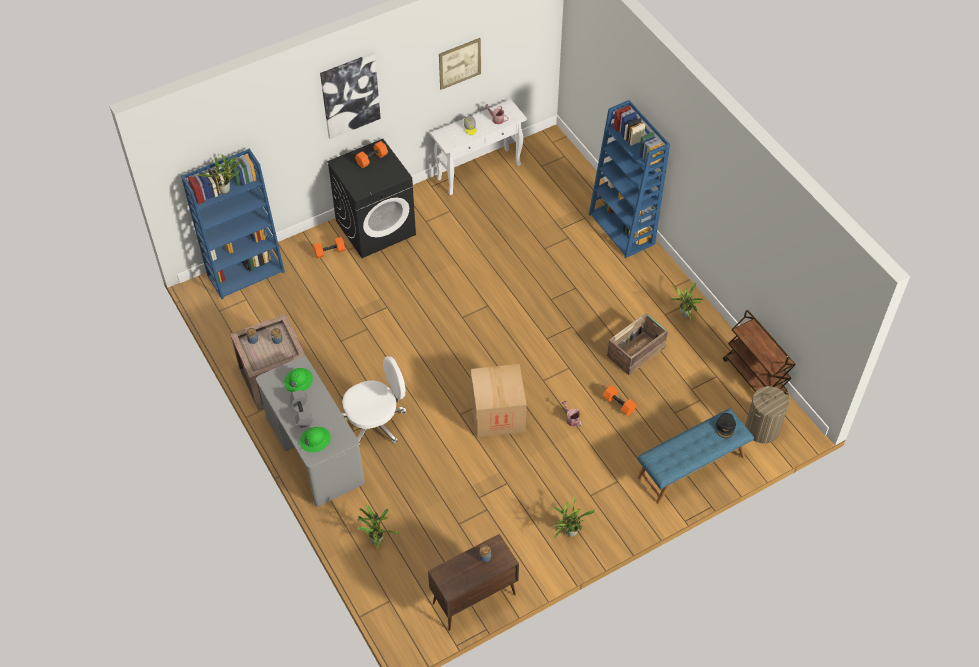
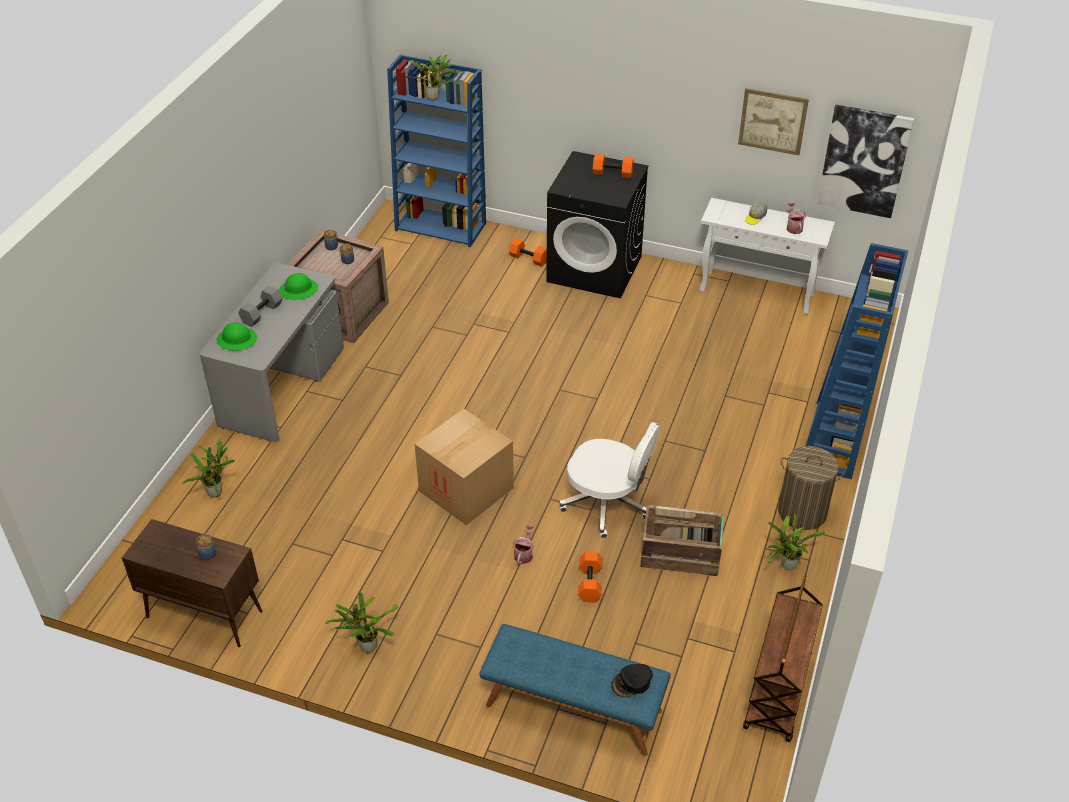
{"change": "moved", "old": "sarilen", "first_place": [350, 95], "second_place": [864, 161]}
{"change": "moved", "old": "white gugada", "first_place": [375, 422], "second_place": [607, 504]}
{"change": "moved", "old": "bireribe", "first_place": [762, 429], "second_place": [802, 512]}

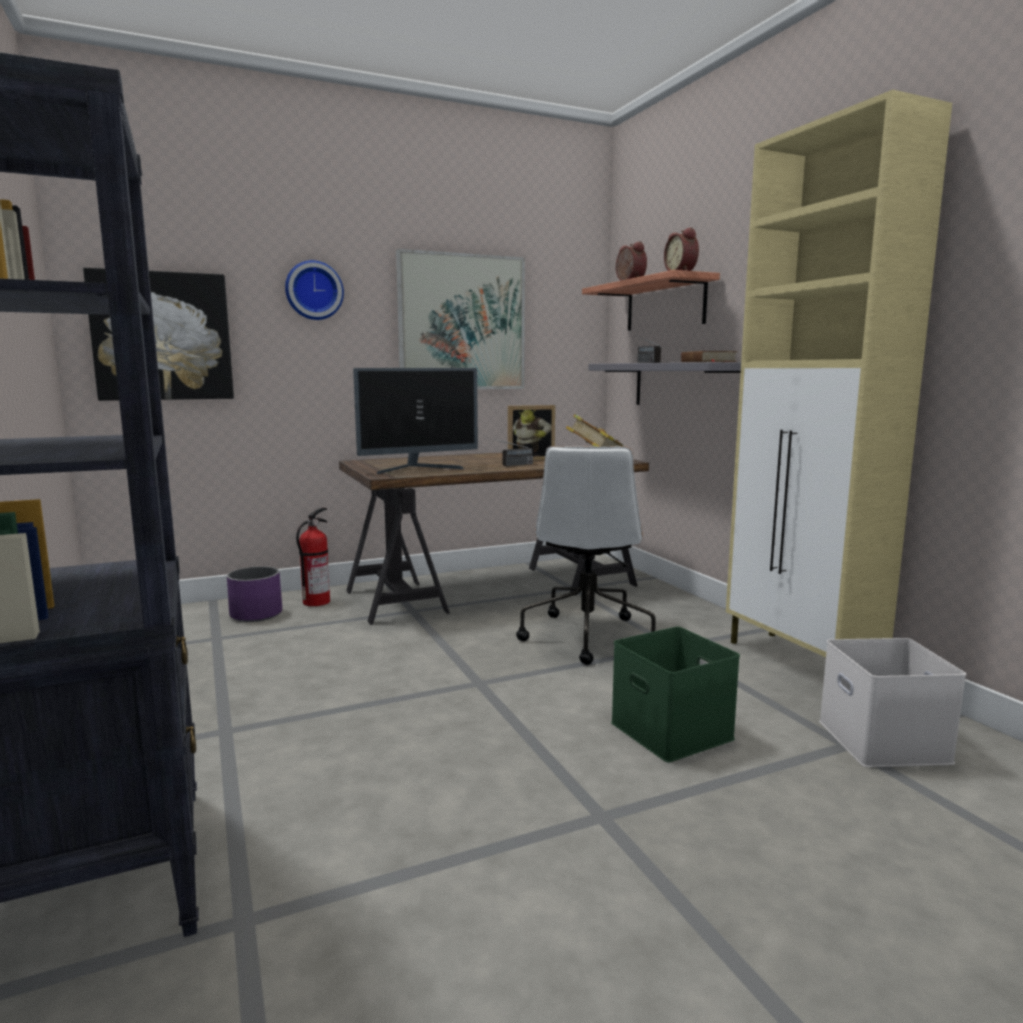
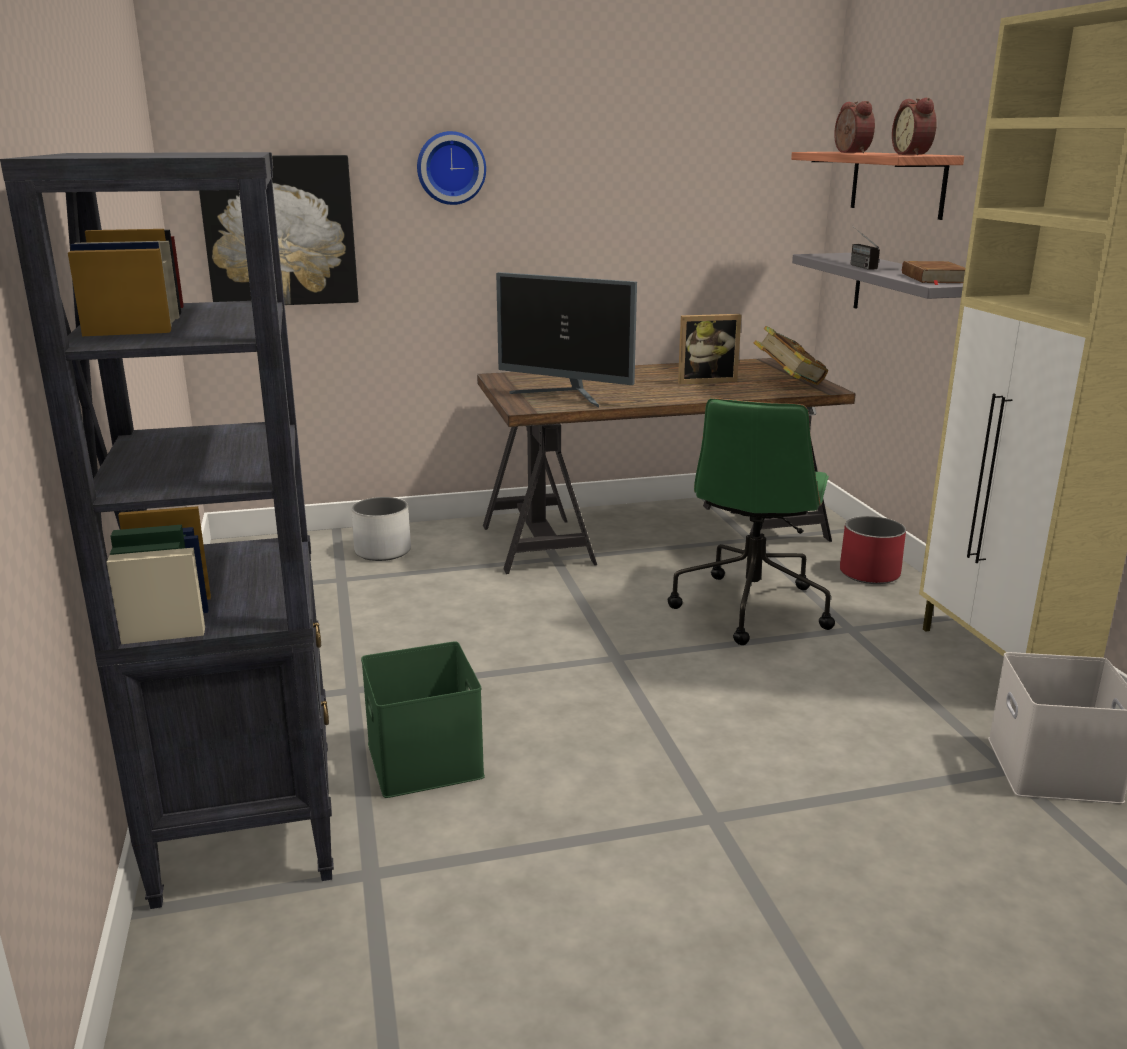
{"change": "removed", "old": "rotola", "first_place": [316, 601]}
{"change": "removed", "old": "sarilen", "first_place": [462, 322]}
{"change": "removed", "old": "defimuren", "first_place": [510, 465]}
{"change": "added", "new": "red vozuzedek", "second_place": [869, 573]}
{"change": "moved", "old": "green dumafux", "first_place": [668, 730], "second_place": [422, 758]}
{"change": "recoloured", "old": "purple vozuzedek", "new": "white vozuzedek", "first_place": [256, 614], "second_place": [383, 551]}
{"change": "recoloured", "old": "white gugada", "new": "green gugada", "first_place": [586, 636], "second_place": [751, 607]}
{"change": "turned", "old": "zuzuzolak", "first_place": [418, 469], "second_place": [566, 396], "degrees": 45}

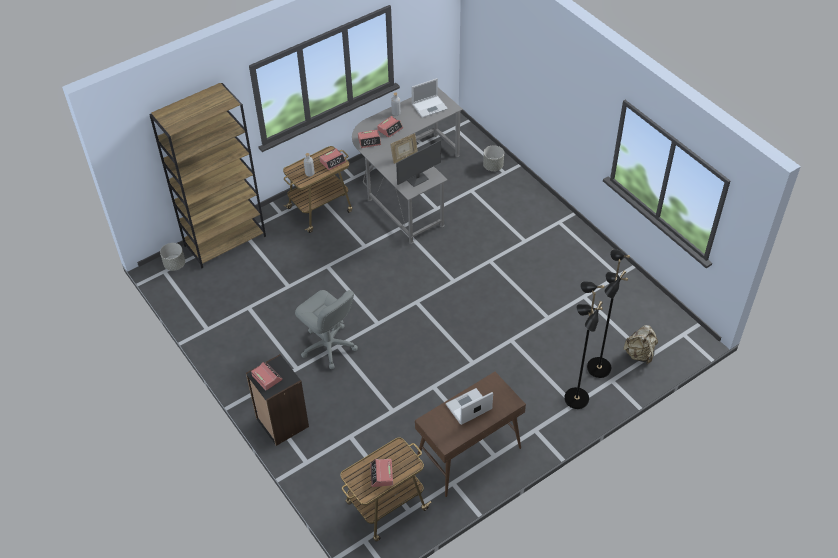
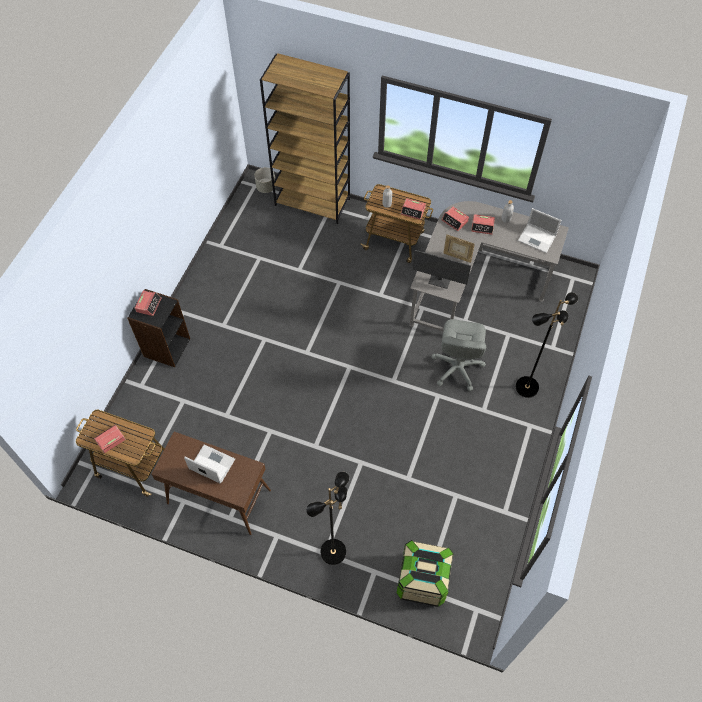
{"change": "removed", "old": "grey vozuzedek", "first_place": [493, 166]}
{"change": "moved", "old": "grey gugada", "first_place": [328, 346], "second_place": [457, 368]}
{"change": "moved", "old": "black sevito", "first_place": [598, 367], "second_place": [526, 386]}
{"change": "replaced", "old": "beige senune", "new": "dumafux", "first_place": [639, 354], "second_place": [422, 580]}

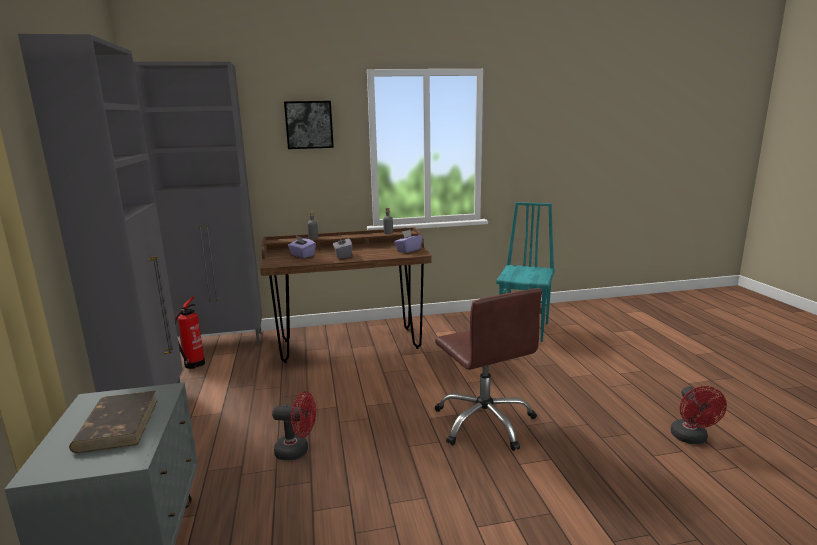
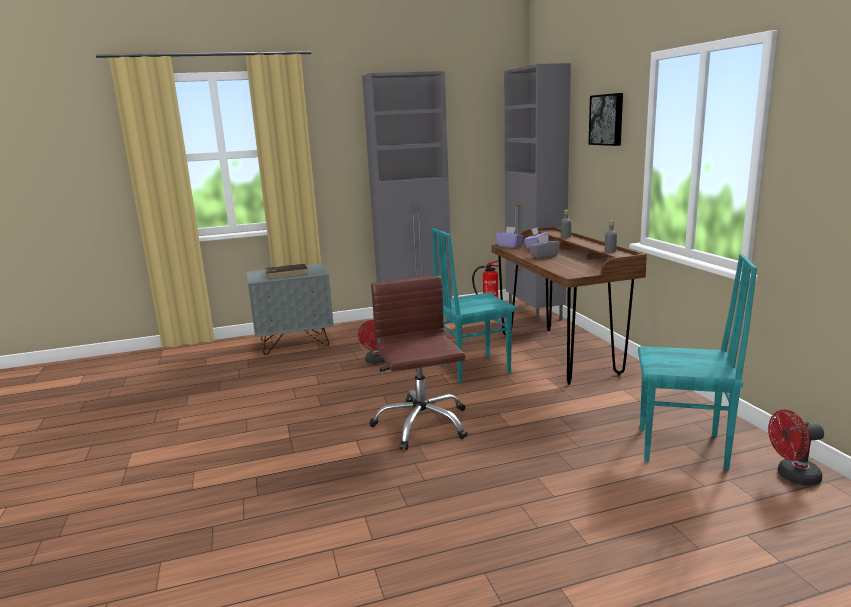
{"change": "added", "new": "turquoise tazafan", "second_place": [473, 368]}
{"change": "moved", "old": "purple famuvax", "first_place": [408, 250], "second_place": [509, 246]}
{"change": "moved", "old": "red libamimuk", "first_place": [691, 439], "second_place": [792, 476]}
{"change": "turned", "old": "brown gugada", "first_place": [485, 422], "second_place": [421, 424], "degrees": 105}

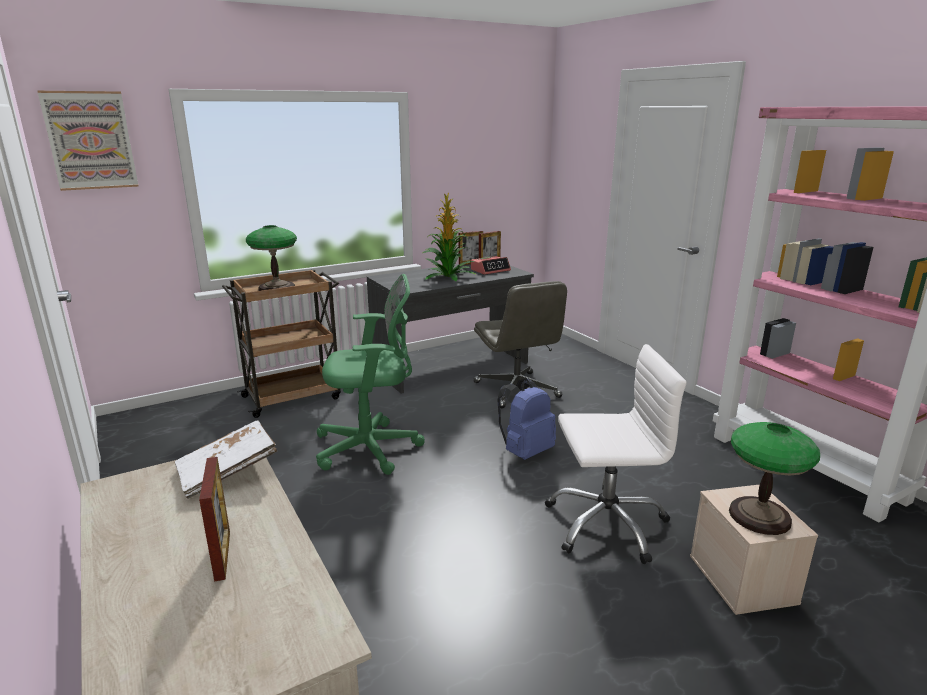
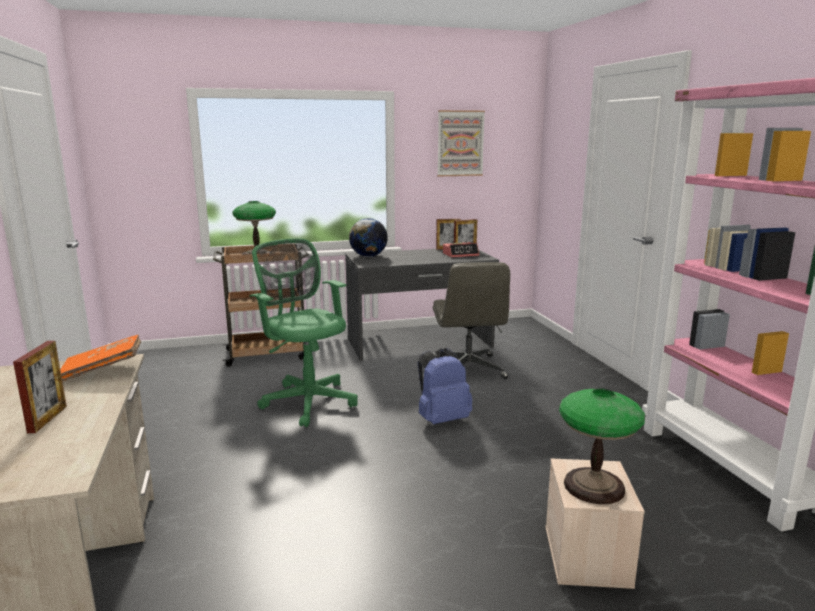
{"change": "removed", "old": "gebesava", "first_place": [448, 277]}
{"change": "removed", "old": "white gugada", "first_place": [606, 523]}
{"change": "added", "new": "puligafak", "second_place": [368, 256]}
{"change": "moved", "old": "sarilen", "first_place": [90, 140], "second_place": [460, 143]}
{"change": "recoloured", "old": "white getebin", "new": "orange getebin", "first_place": [228, 472], "second_place": [102, 370]}
{"change": "turned", "old": "green gugada", "first_place": [372, 448], "second_place": [307, 400], "degrees": -135}

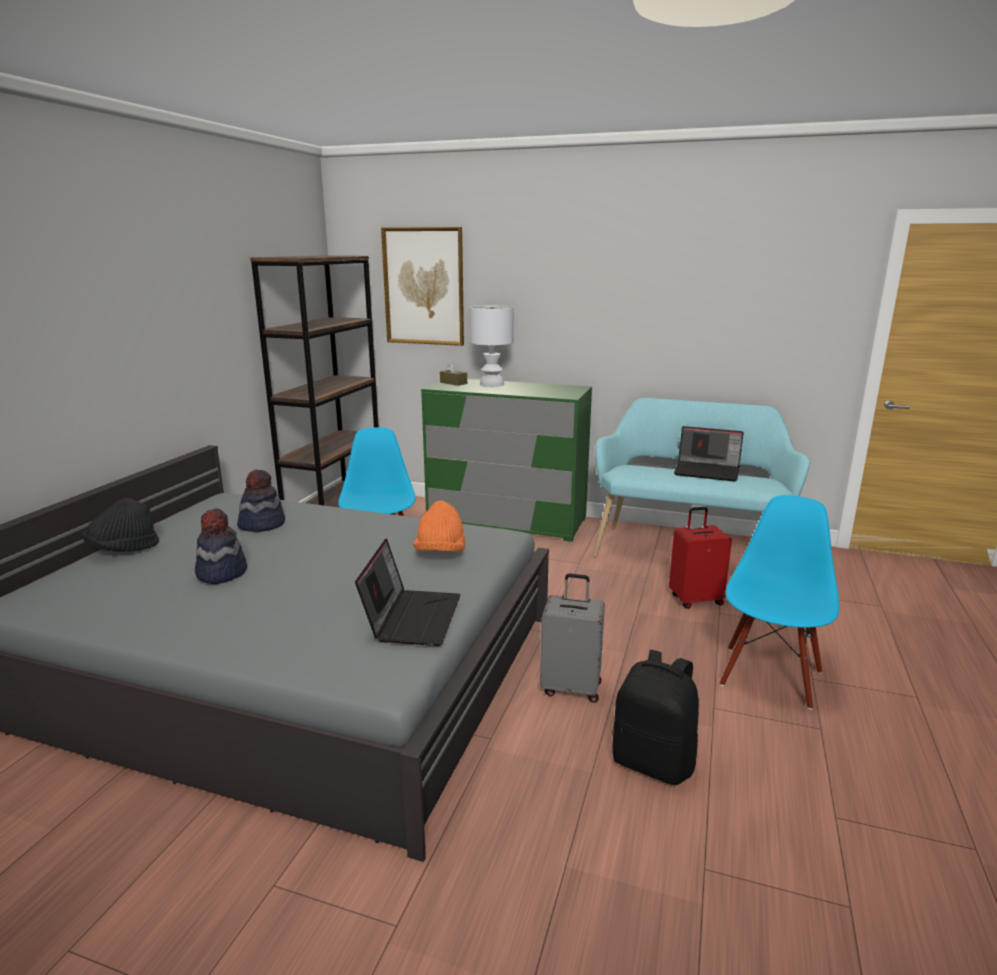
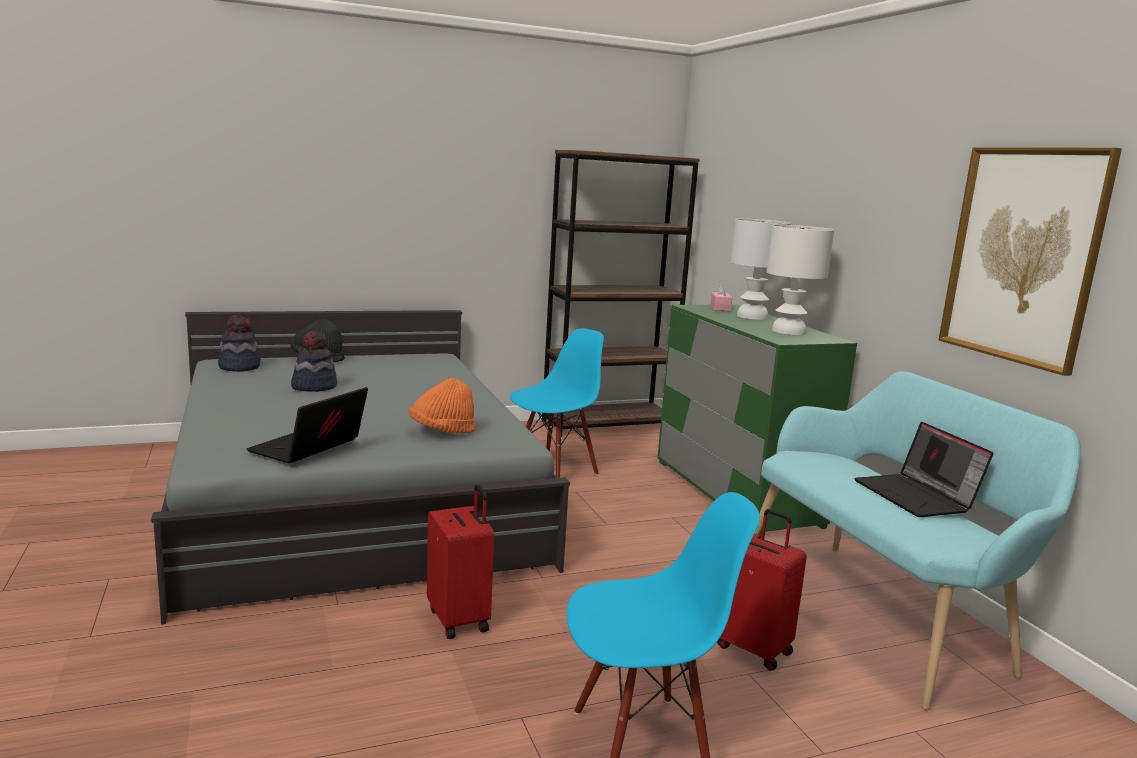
{"change": "removed", "old": "black senune", "first_place": [653, 762]}
{"change": "added", "new": "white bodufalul", "second_place": [789, 331]}
{"change": "moved", "old": "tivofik", "first_place": [262, 524], "second_place": [239, 367]}
{"change": "moved", "old": "sarilen", "first_place": [424, 286], "second_place": [1023, 255]}
{"change": "recoloured", "old": "brown famuvax", "new": "pink famuvax", "first_place": [453, 383], "second_place": [720, 308]}
{"change": "recoloured", "old": "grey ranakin", "new": "red ranakin", "first_place": [571, 687], "second_place": [460, 619]}
{"change": "turned", "old": "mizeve", "first_place": [412, 617], "second_place": [308, 448], "degrees": 150}

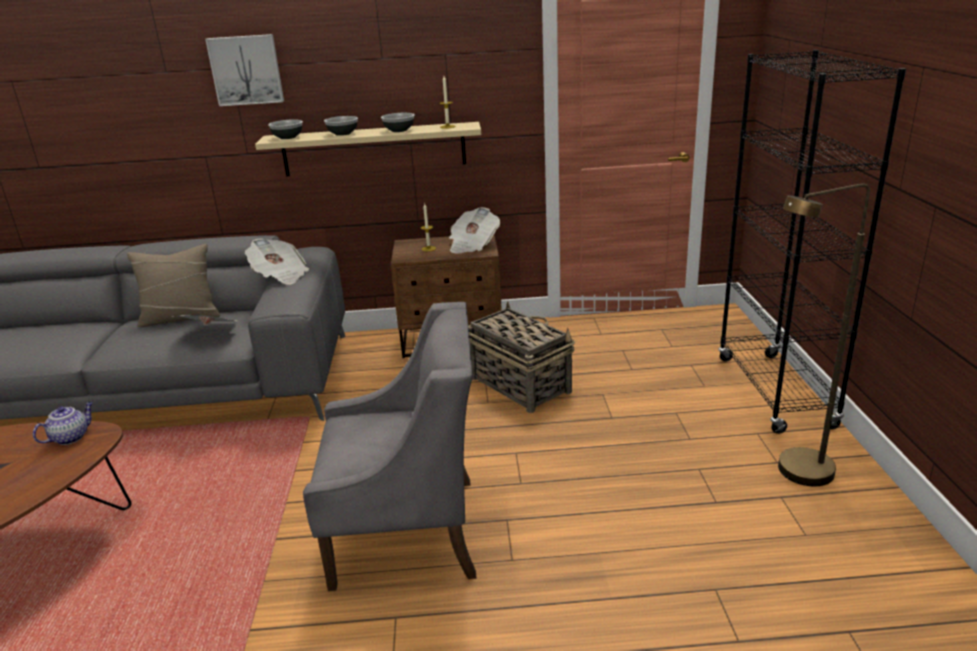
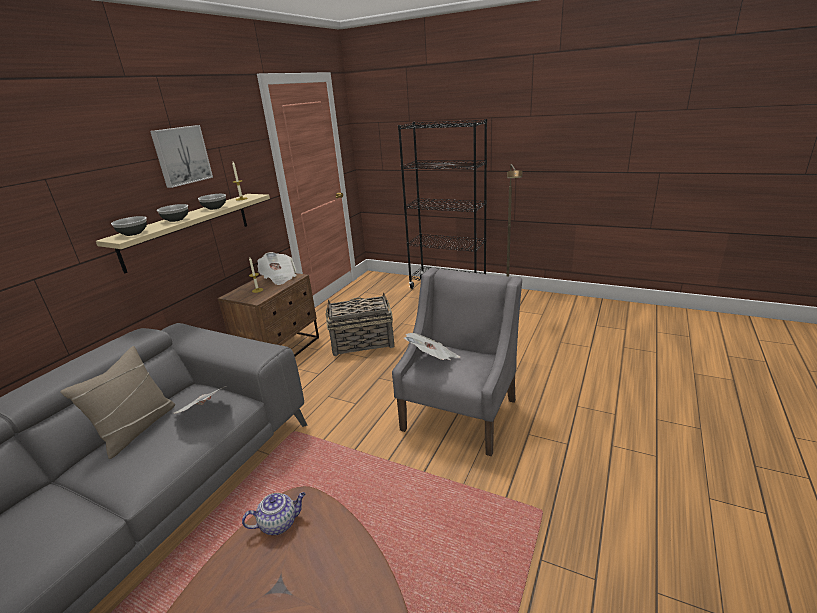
{"change": "moved", "old": "sarilen", "first_place": [246, 70], "second_place": [181, 155]}
{"change": "moved", "old": "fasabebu", "first_place": [280, 276], "second_place": [433, 359]}
{"change": "turned", "old": "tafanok", "first_place": [71, 437], "second_place": [279, 523], "degrees": 90}

